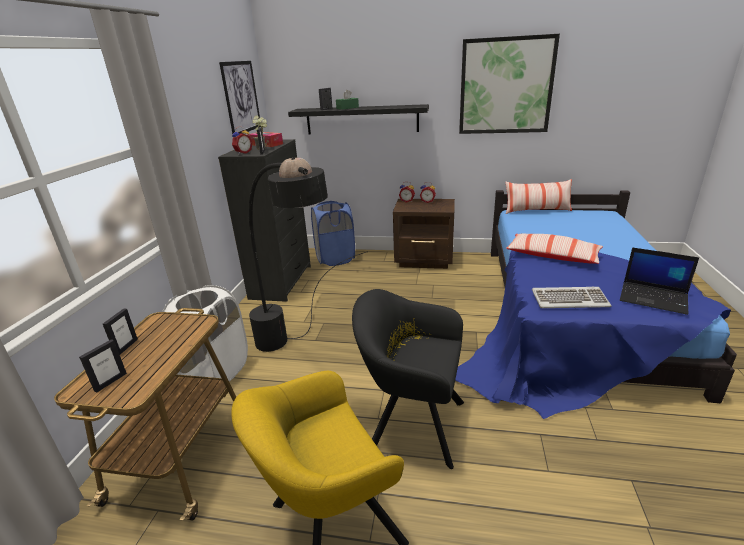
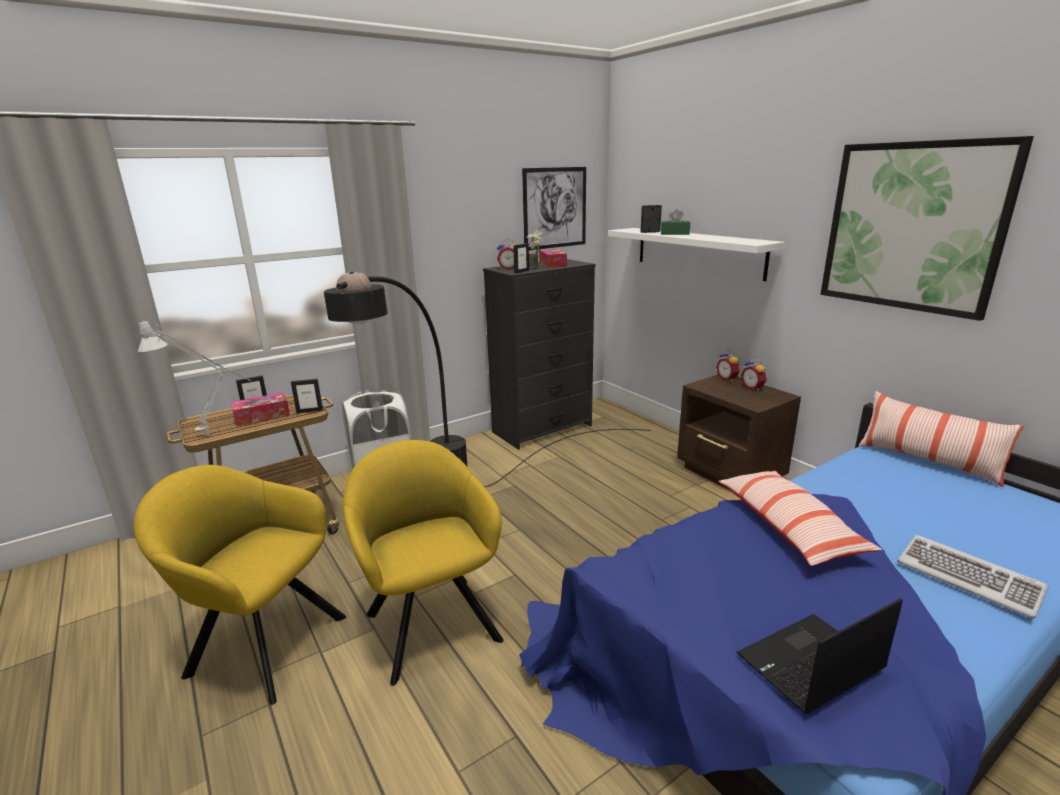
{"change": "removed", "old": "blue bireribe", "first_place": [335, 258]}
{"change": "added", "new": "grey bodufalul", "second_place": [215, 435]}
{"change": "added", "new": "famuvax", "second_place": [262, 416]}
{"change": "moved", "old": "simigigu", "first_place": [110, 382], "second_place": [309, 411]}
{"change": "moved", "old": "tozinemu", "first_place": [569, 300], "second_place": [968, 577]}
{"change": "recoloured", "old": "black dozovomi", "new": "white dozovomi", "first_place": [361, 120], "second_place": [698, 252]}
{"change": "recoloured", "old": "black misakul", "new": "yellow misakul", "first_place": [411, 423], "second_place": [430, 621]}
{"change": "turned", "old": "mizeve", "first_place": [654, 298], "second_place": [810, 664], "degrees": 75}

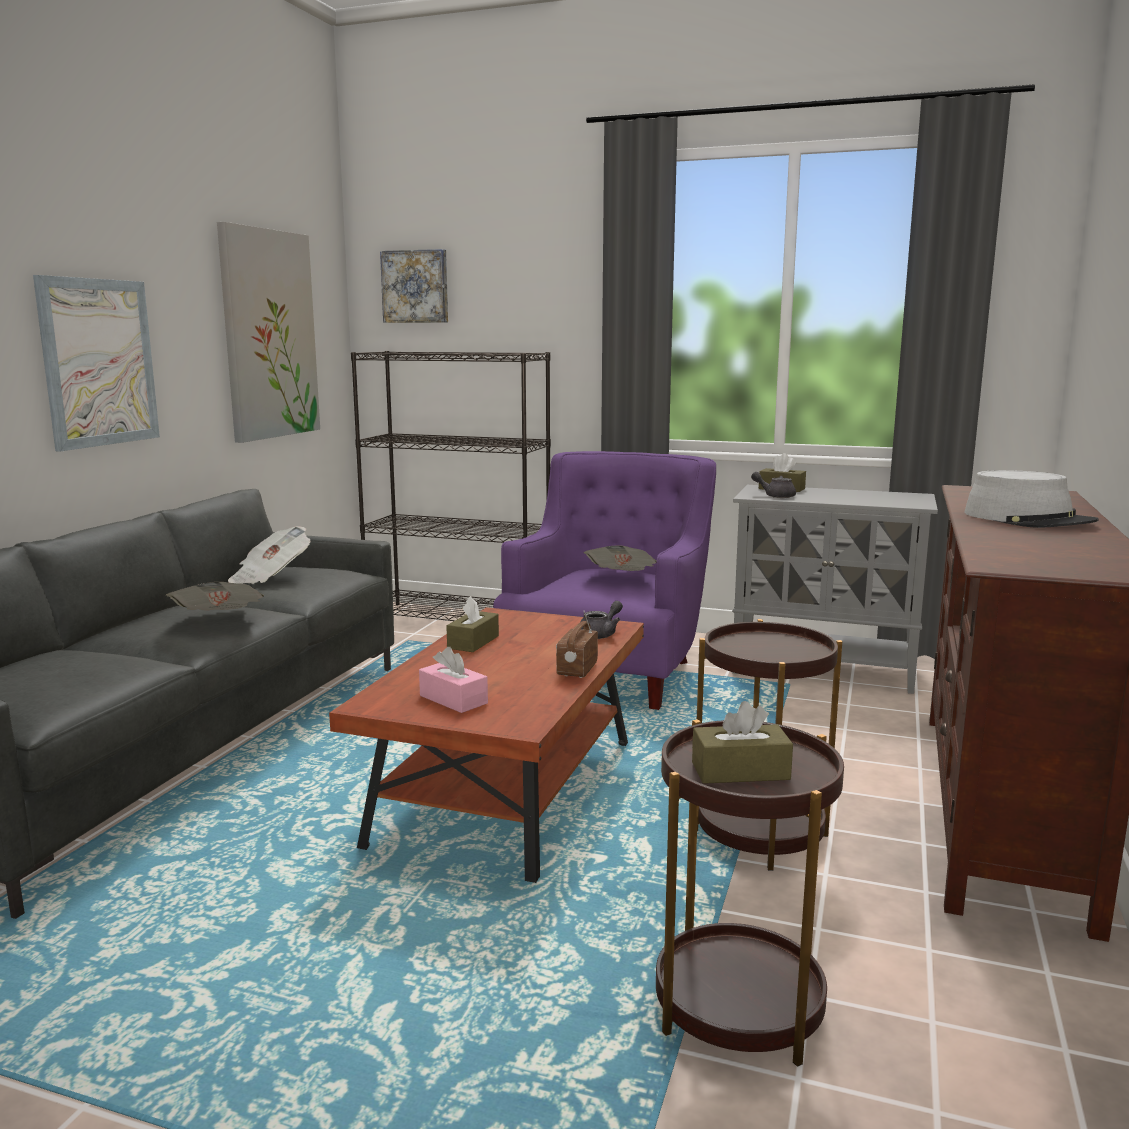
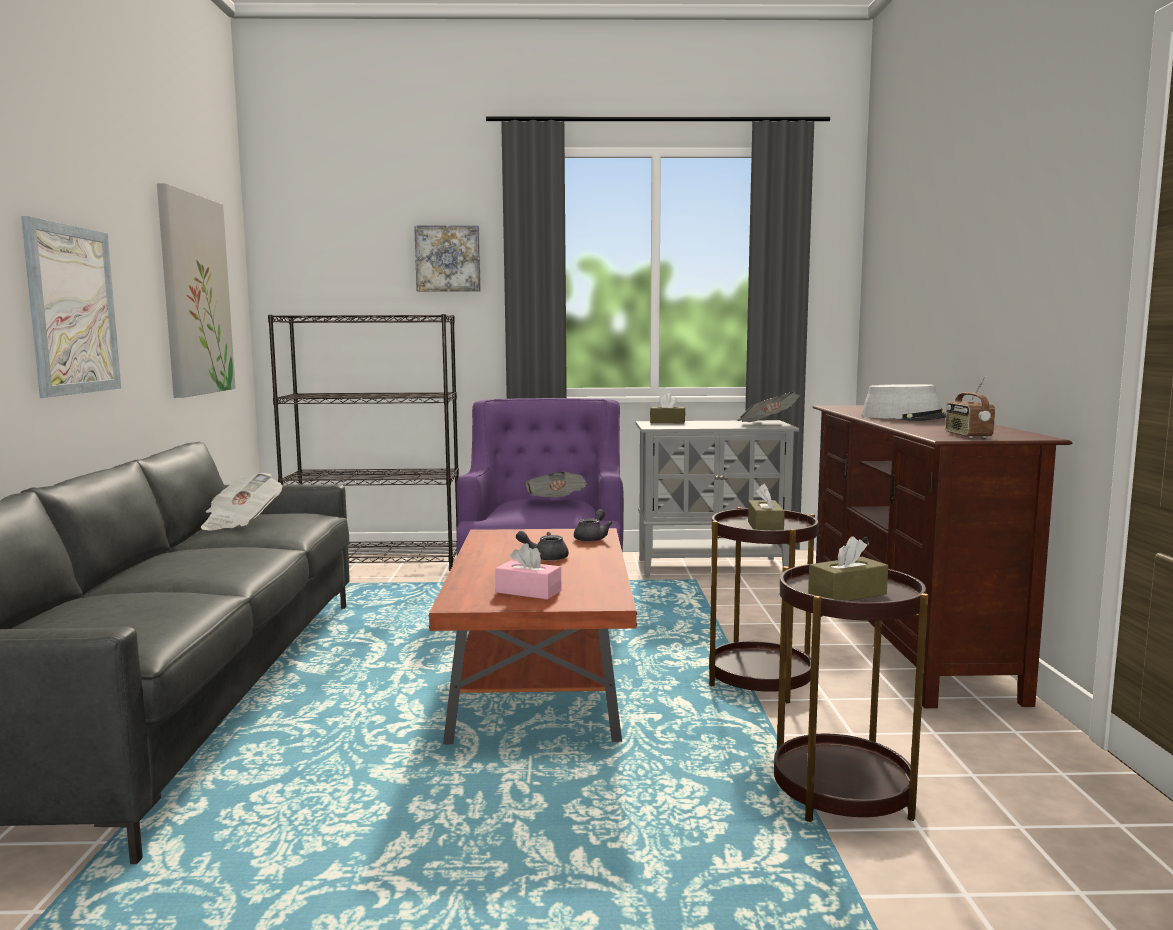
{"change": "moved", "old": "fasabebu", "first_place": [220, 621], "second_place": [767, 424]}
{"change": "moved", "old": "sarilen", "first_place": [416, 286], "second_place": [448, 259]}
{"change": "moved", "old": "brown famuvax", "first_place": [473, 642], "second_place": [765, 527]}
{"change": "moved", "old": "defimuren", "first_place": [576, 670], "second_place": [967, 435]}
{"change": "moved", "old": "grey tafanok", "first_place": [775, 496], "second_place": [545, 557]}

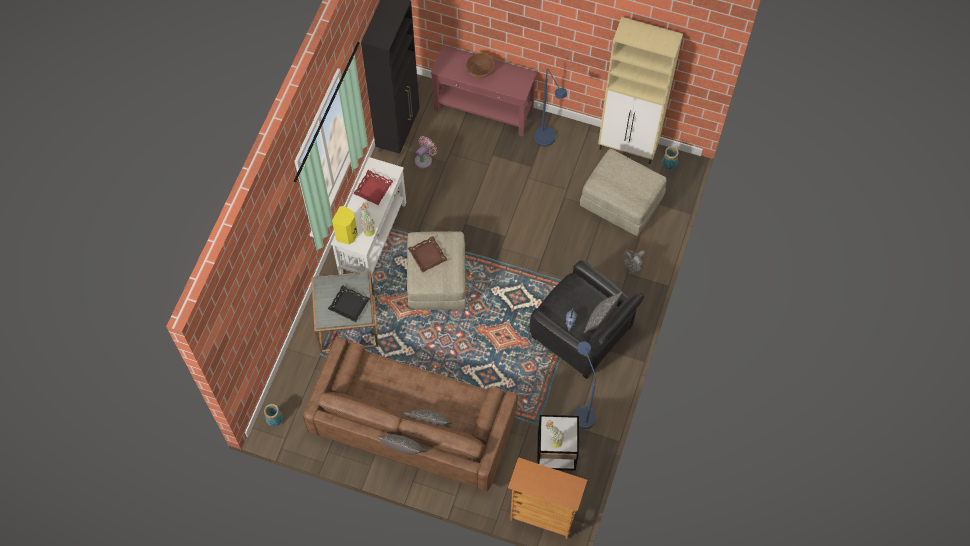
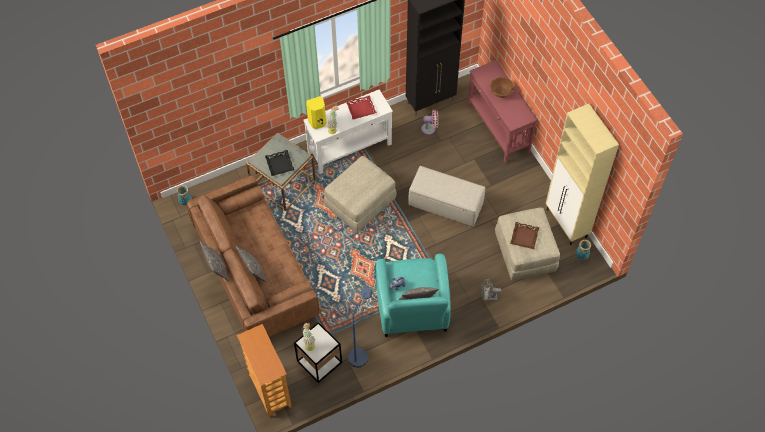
{"change": "removed", "old": "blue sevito", "first_place": [547, 142]}
{"change": "added", "new": "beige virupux", "second_place": [445, 205]}
{"change": "moved", "old": "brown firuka", "first_place": [428, 256], "second_place": [524, 237]}
{"change": "recoloured", "old": "black misakul", "new": "turquoise misakul", "first_place": [582, 333], "second_place": [412, 308]}

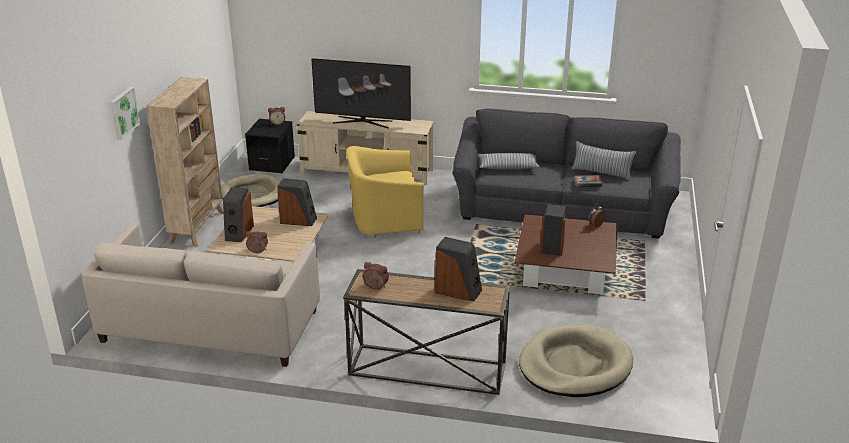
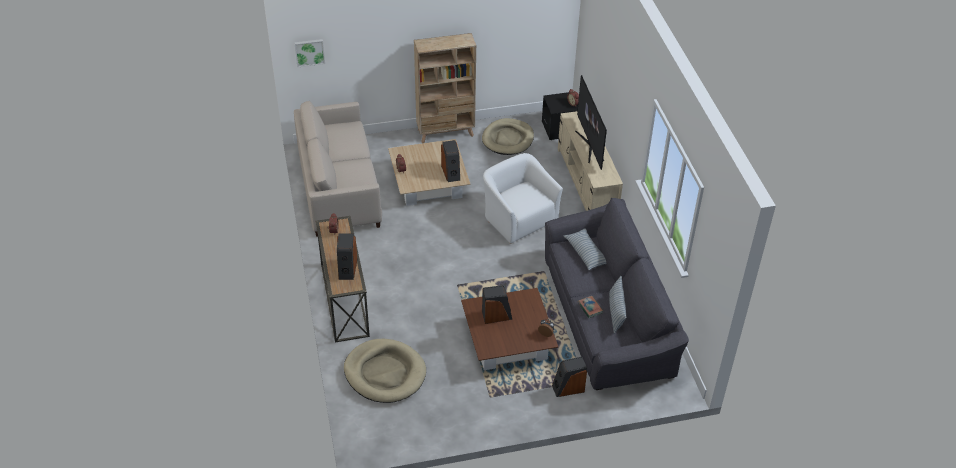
{"change": "moved", "old": "sarilen", "first_place": [123, 112], "second_place": [309, 52]}
{"change": "moved", "old": "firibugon", "first_place": [238, 232], "second_place": [568, 388]}
{"change": "recoloured", "old": "yellow misakul", "new": "white misakul", "first_place": [385, 219], "second_place": [518, 218]}

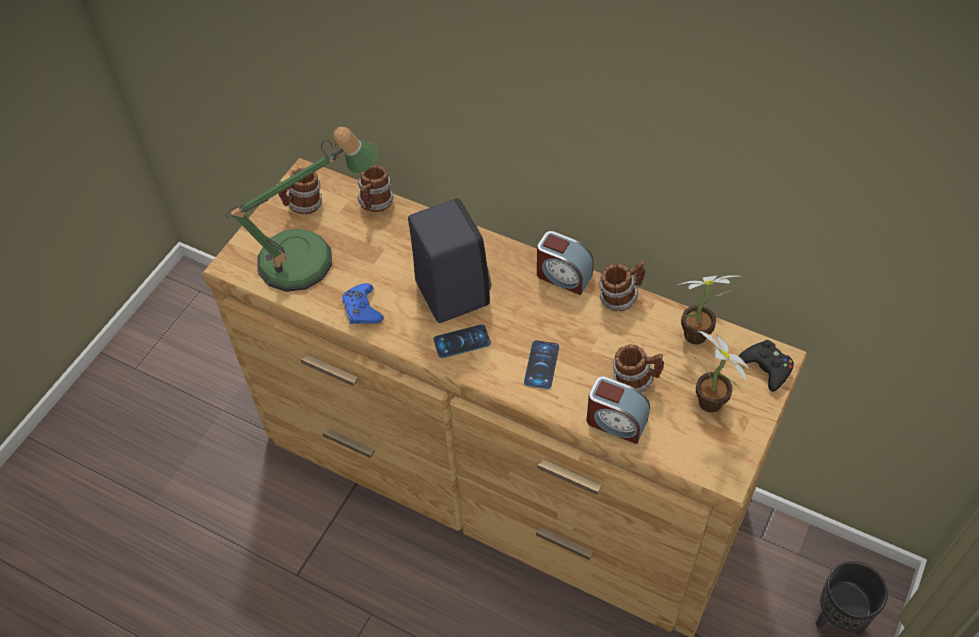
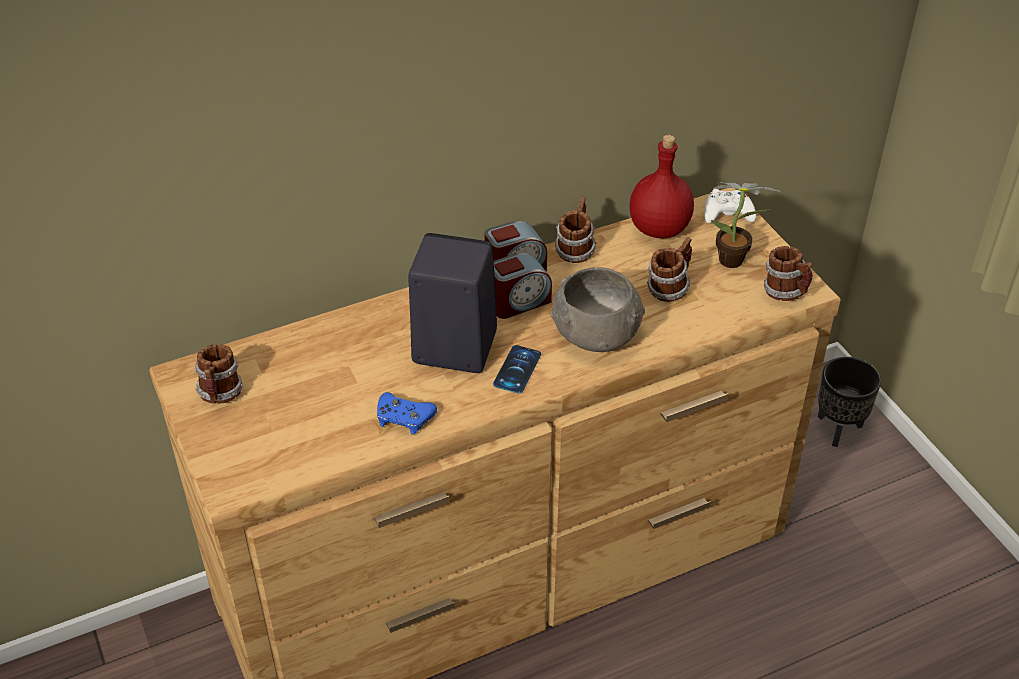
{"change": "removed", "old": "bodufalul", "first_place": [309, 259]}
{"change": "moved", "old": "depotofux", "first_place": [376, 205], "second_place": [786, 293]}
{"change": "moved", "old": "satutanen", "first_place": [615, 422], "second_place": [518, 302]}
{"change": "replaced", "old": "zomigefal", "new": "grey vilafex", "first_place": [541, 365], "second_place": [596, 333]}
{"change": "replaced", "old": "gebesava", "new": "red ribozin", "first_place": [699, 335], "second_place": [660, 229]}
{"change": "recoloured", "old": "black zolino", "new": "white zolino", "first_place": [766, 368], "second_place": [727, 213]}

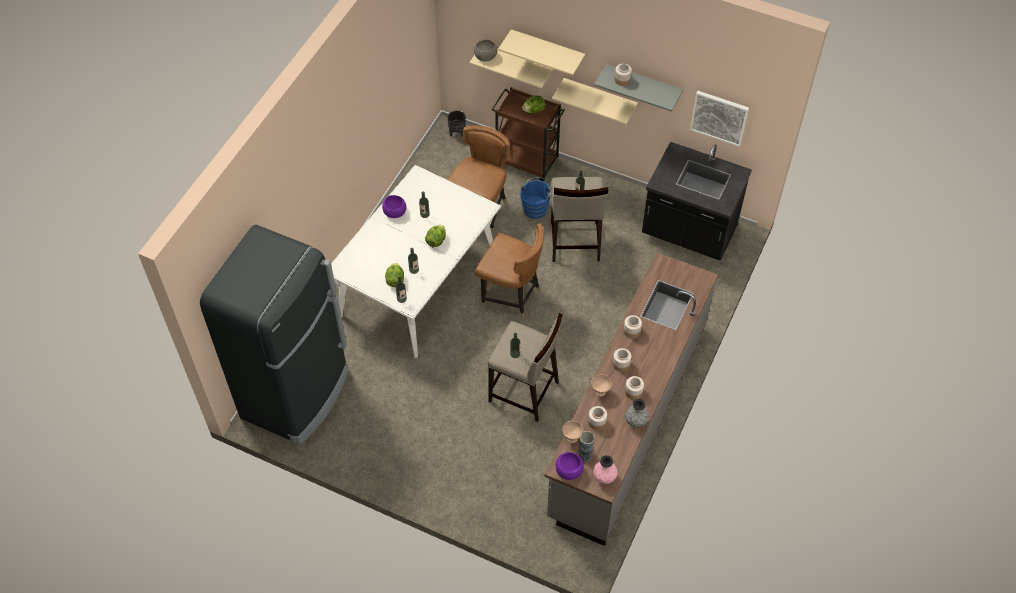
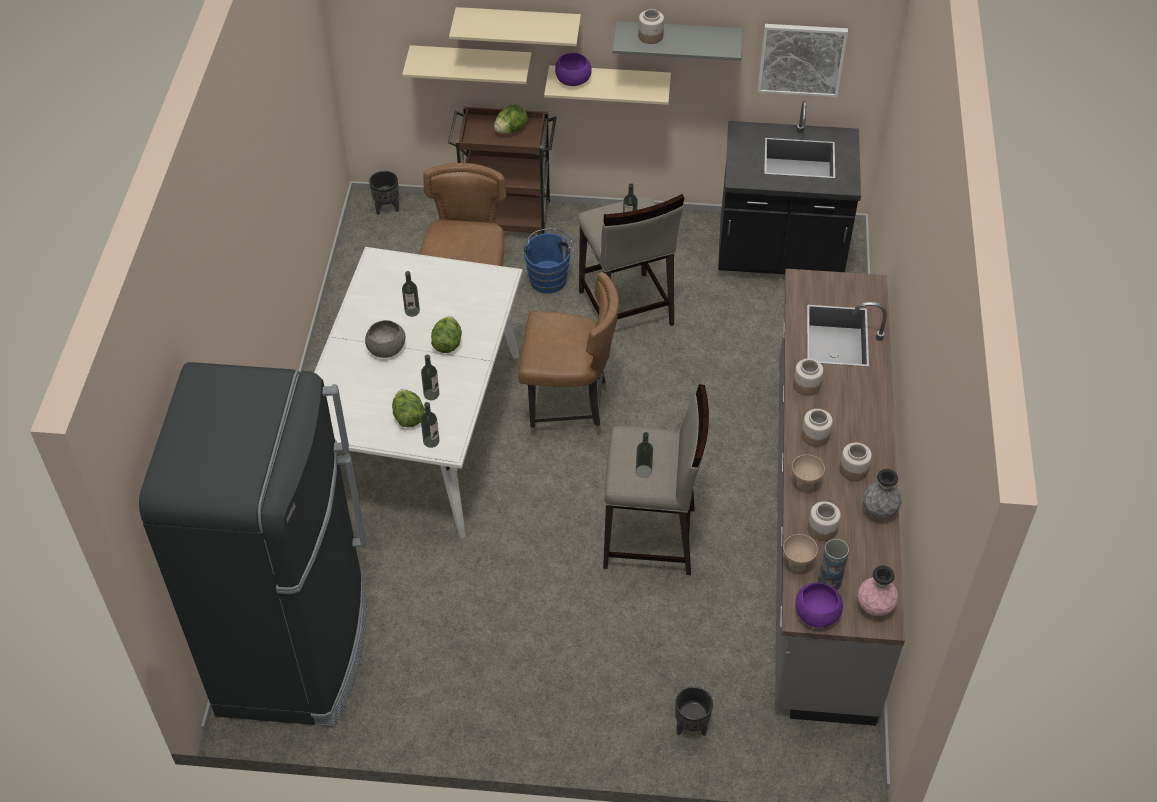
{"change": "added", "new": "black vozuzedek", "second_place": [690, 727]}
{"change": "moved", "old": "purple vilafex", "first_place": [394, 212], "second_place": [572, 80]}
{"change": "moved", "old": "grey vilafex", "first_place": [485, 56], "second_place": [386, 348]}

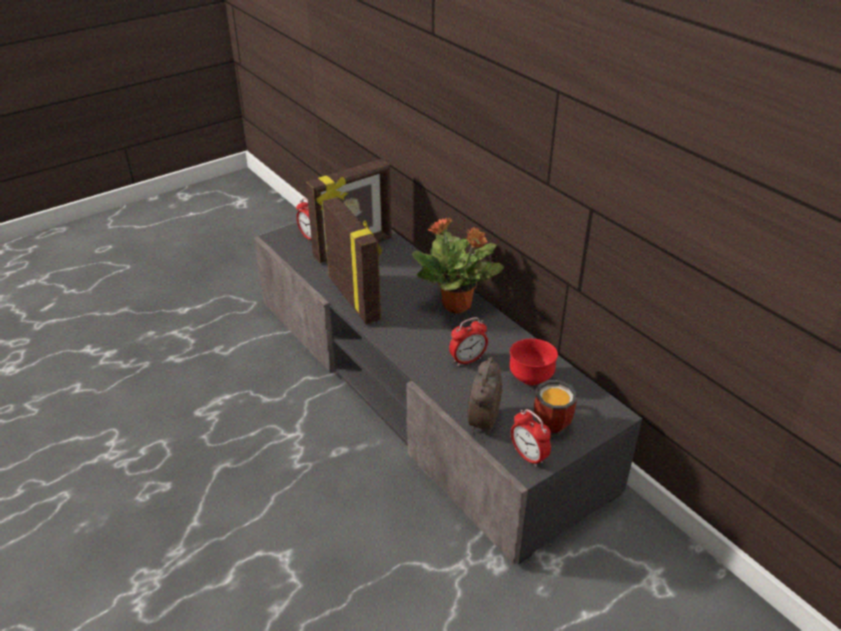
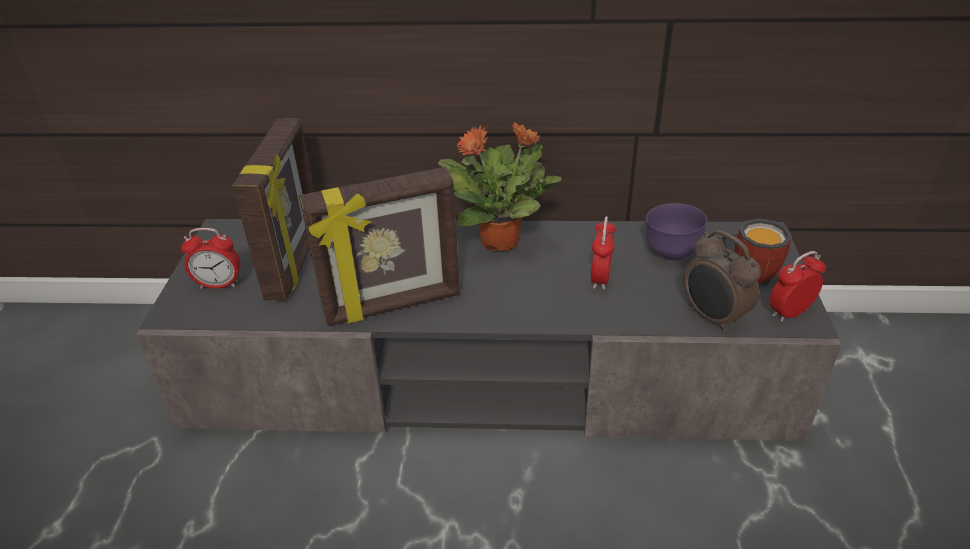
{"change": "recoloured", "old": "red vilafex", "new": "purple vilafex", "first_place": [530, 378], "second_place": [670, 254]}
{"change": "turned", "old": "simigigu", "first_place": [355, 298], "second_place": [393, 306], "degrees": 150}
{"change": "turned", "old": "satutanen", "first_place": [528, 456], "second_place": [789, 313], "degrees": 150}

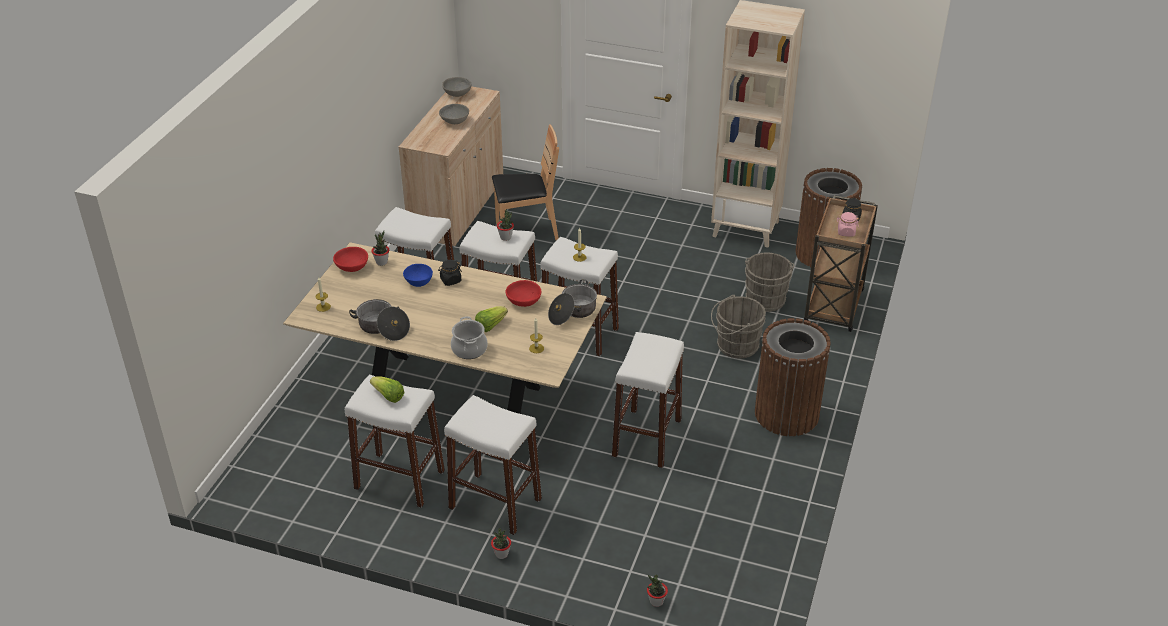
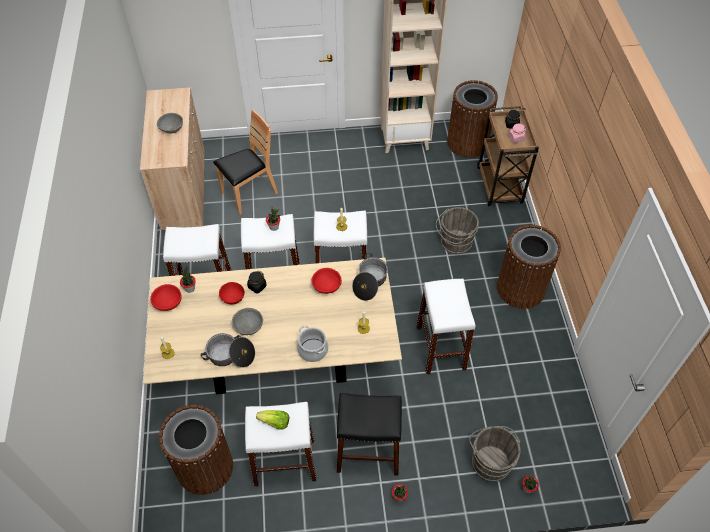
{"change": "removed", "old": "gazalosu", "first_place": [490, 325]}
{"change": "added", "new": "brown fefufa", "second_place": [205, 467]}
{"change": "moved", "old": "grey vilafex", "first_place": [457, 94], "second_place": [249, 326]}
{"change": "moved", "old": "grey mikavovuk", "first_place": [765, 298], "second_place": [490, 461]}
{"change": "recoloured", "old": "blue vilafex", "new": "red vilafex", "first_place": [418, 283], "second_place": [233, 299]}
{"change": "recoloured", "old": "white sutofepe", "new": "black sutofepe", "first_place": [495, 503], "second_place": [368, 452]}

